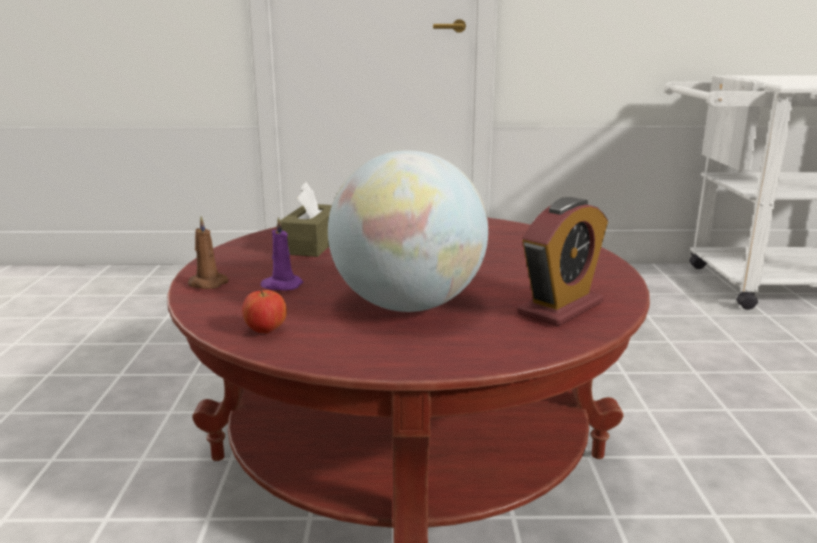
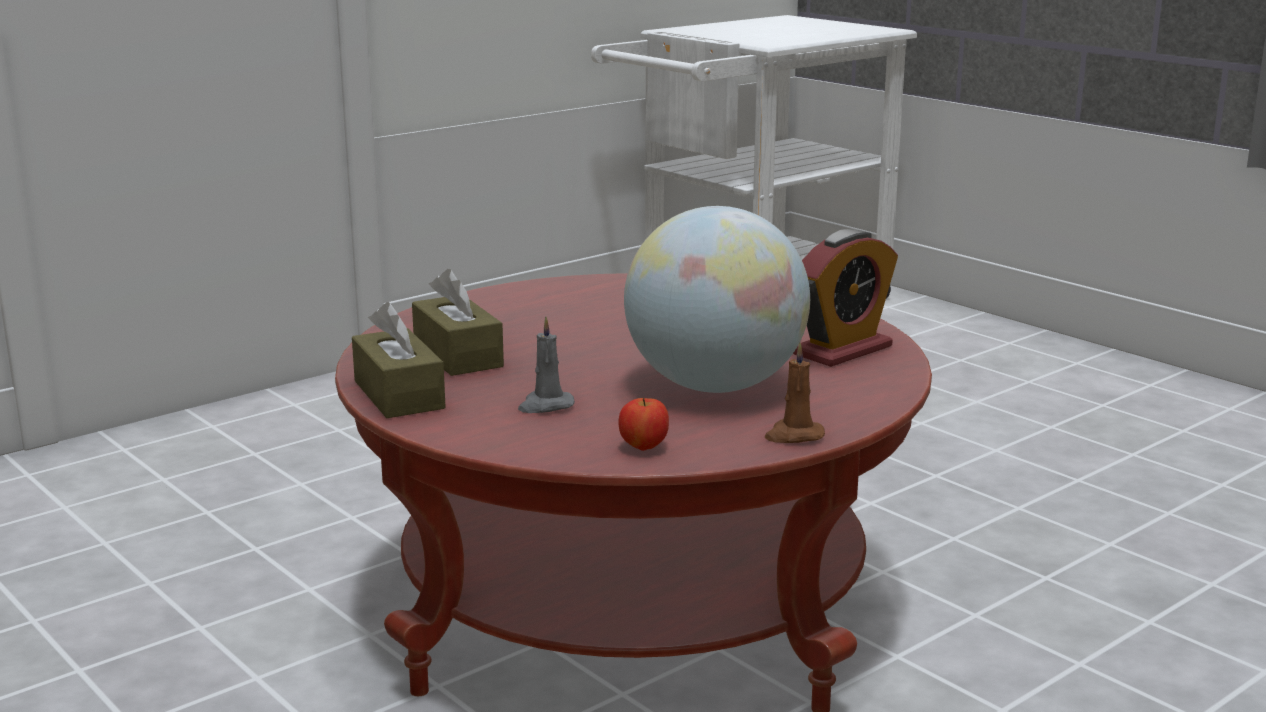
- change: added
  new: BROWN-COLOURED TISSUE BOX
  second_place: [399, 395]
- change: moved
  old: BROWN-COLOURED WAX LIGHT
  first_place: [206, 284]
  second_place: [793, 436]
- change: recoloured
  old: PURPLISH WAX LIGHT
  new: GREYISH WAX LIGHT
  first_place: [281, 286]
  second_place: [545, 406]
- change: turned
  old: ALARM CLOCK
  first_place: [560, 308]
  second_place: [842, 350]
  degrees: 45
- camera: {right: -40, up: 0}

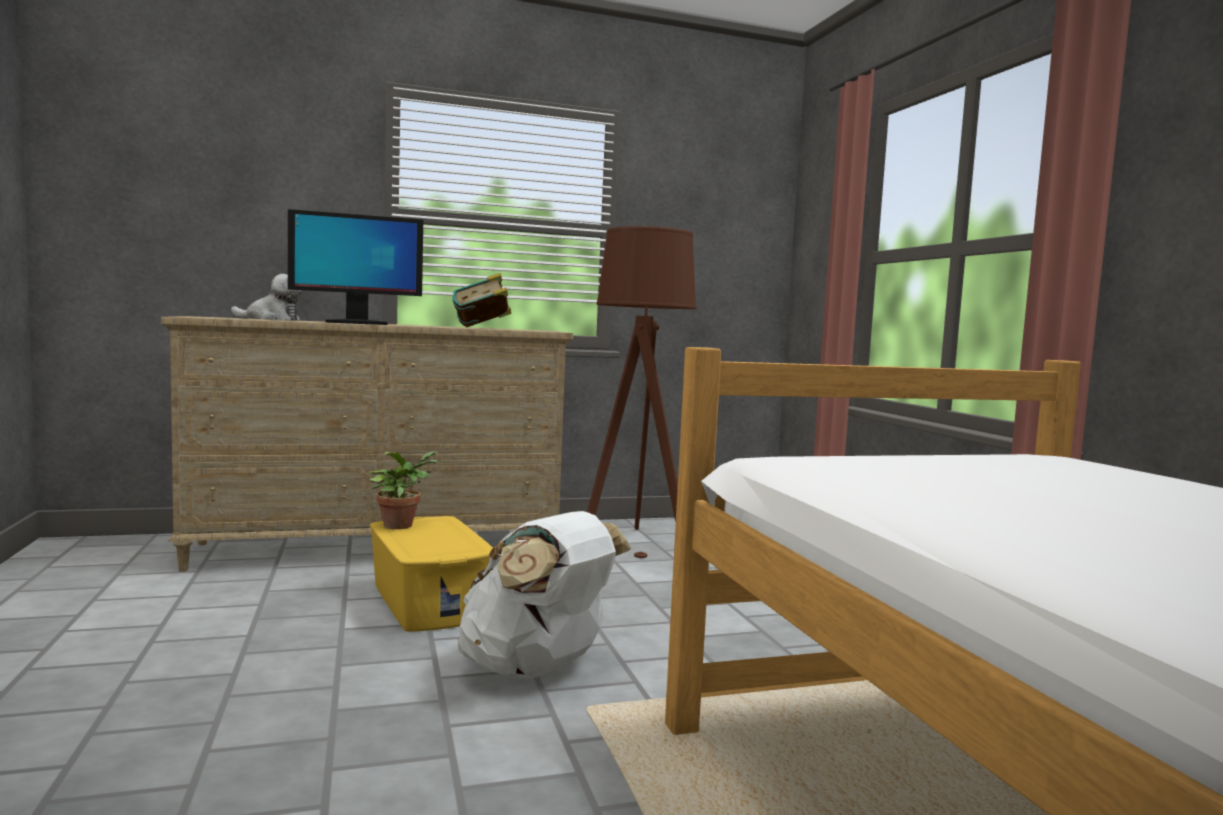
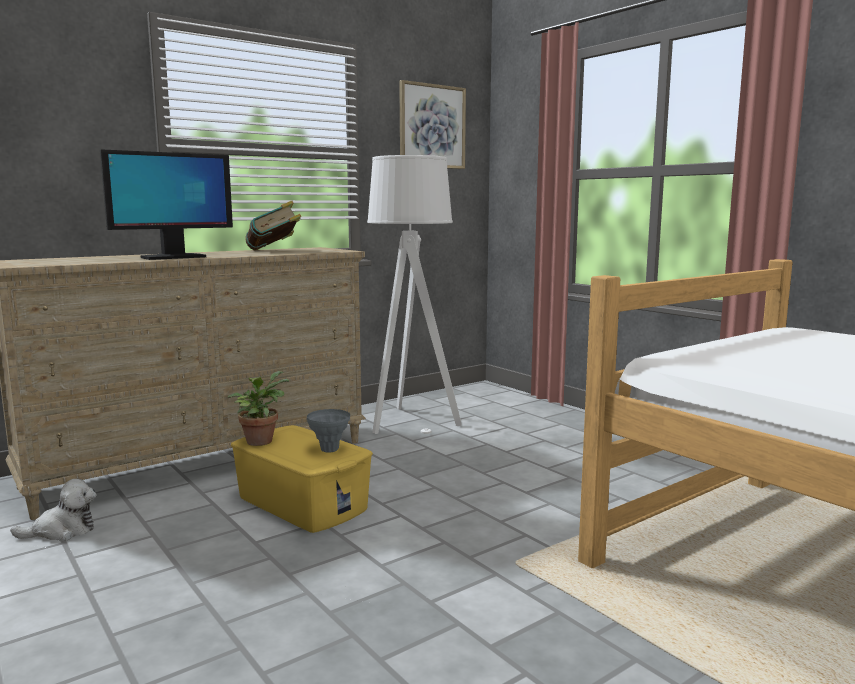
- change: removed
  old: WHITE-COLOURED RUCKSACK
  first_place: [536, 669]
- change: added
  new: GREYISH FLOWER VASE
  second_place: [329, 450]
- change: added
  new: PICTURE
  second_place: [432, 126]
- change: moved
  old: SOFT TOY
  first_place: [271, 319]
  second_place: [62, 531]
- change: recoloured
  old: BROWN-COLOURED STANDARD LAMP
  new: WHITE-COLOURED STANDARD LAMP
  first_place: [634, 544]
  second_place: [410, 422]
- camera: {right: -20, up: 5}

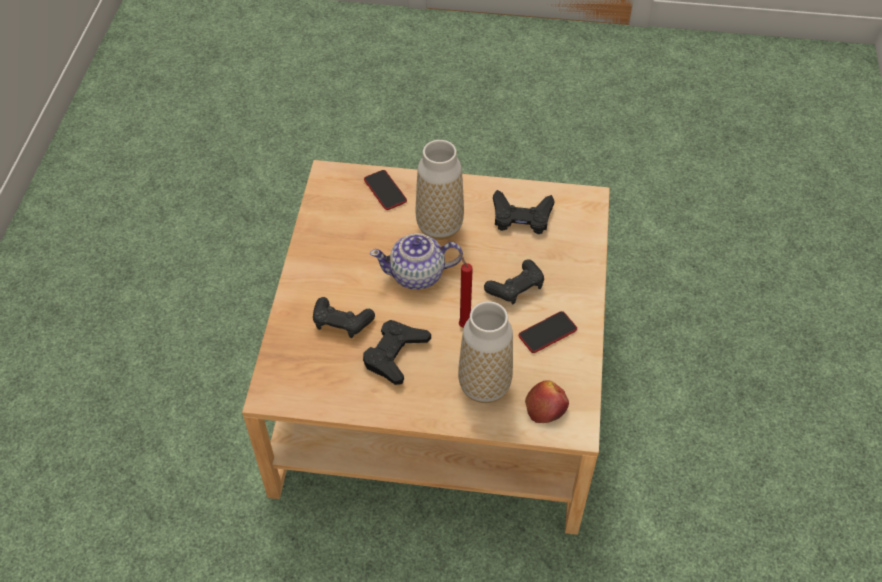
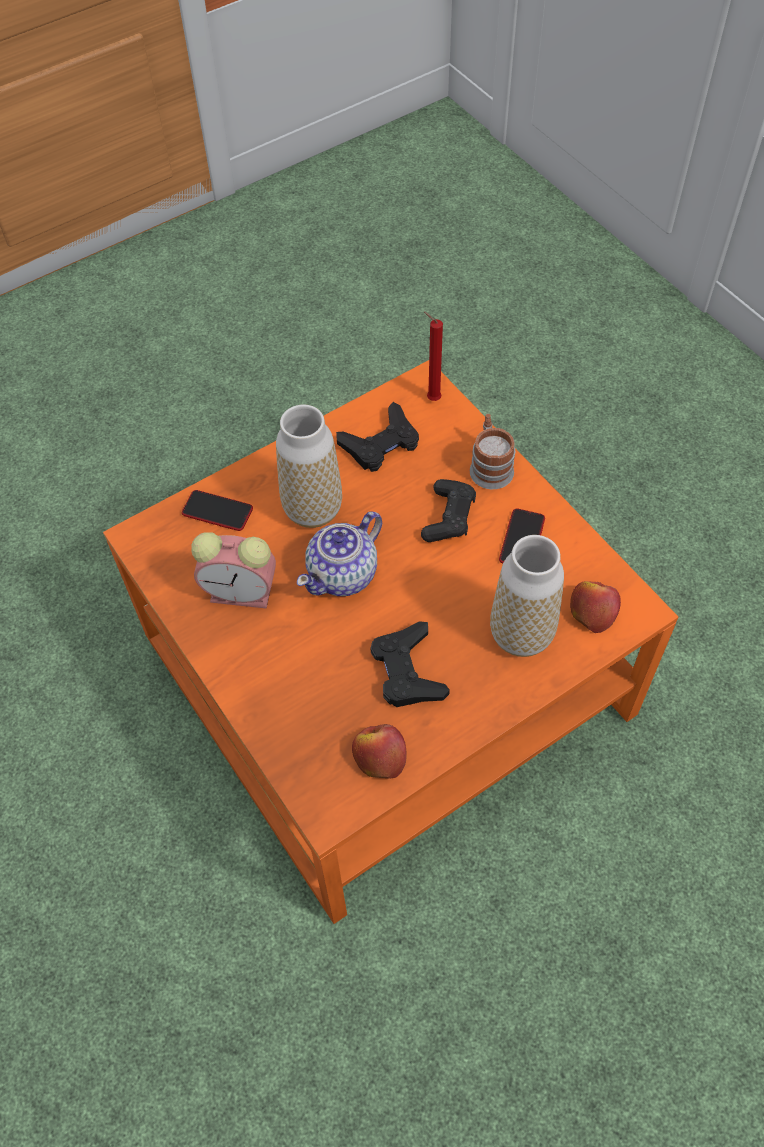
- change: removed
  old: BLACK JOYPAD
  first_place: [341, 322]
- change: added
  new: ALARM CLOCK
  second_place: [244, 592]
- change: added
  new: APPLE FRUIT
  second_place: [379, 755]
- change: added
  new: MUG
  second_place: [490, 466]
- change: moved
  old: REDDISH WAX LIGHT
  first_place: [463, 324]
  second_place: [431, 399]
- change: recoloured
  old: BEIGE COFFEE TABLE
  new: ORANGE-COLOURED COFFEE TABLE
  first_place: [441, 384]
  second_place: [385, 674]
- camera: {right: -40, up: 5}

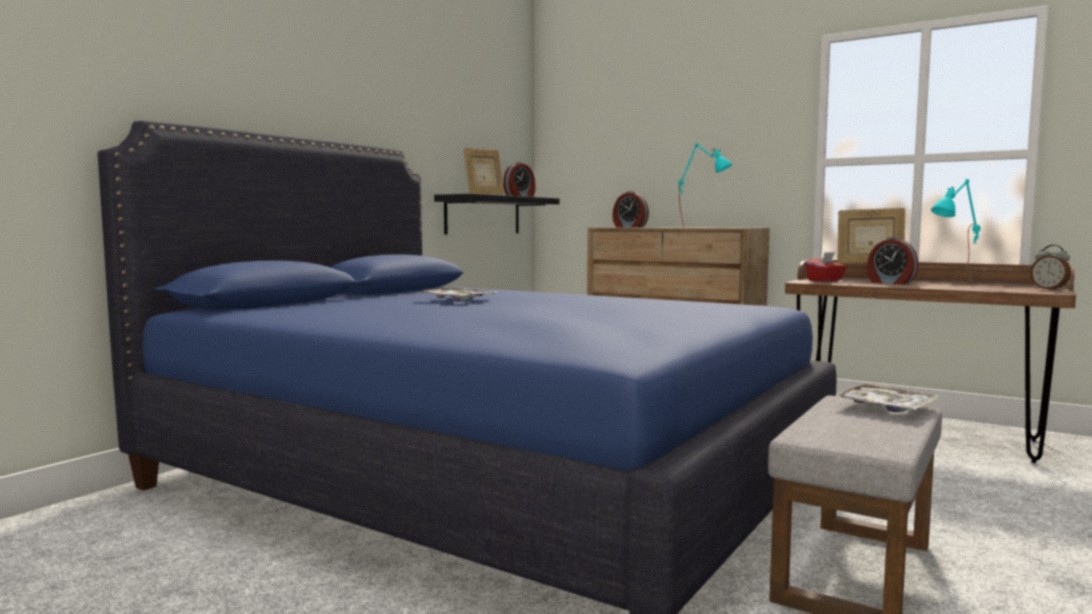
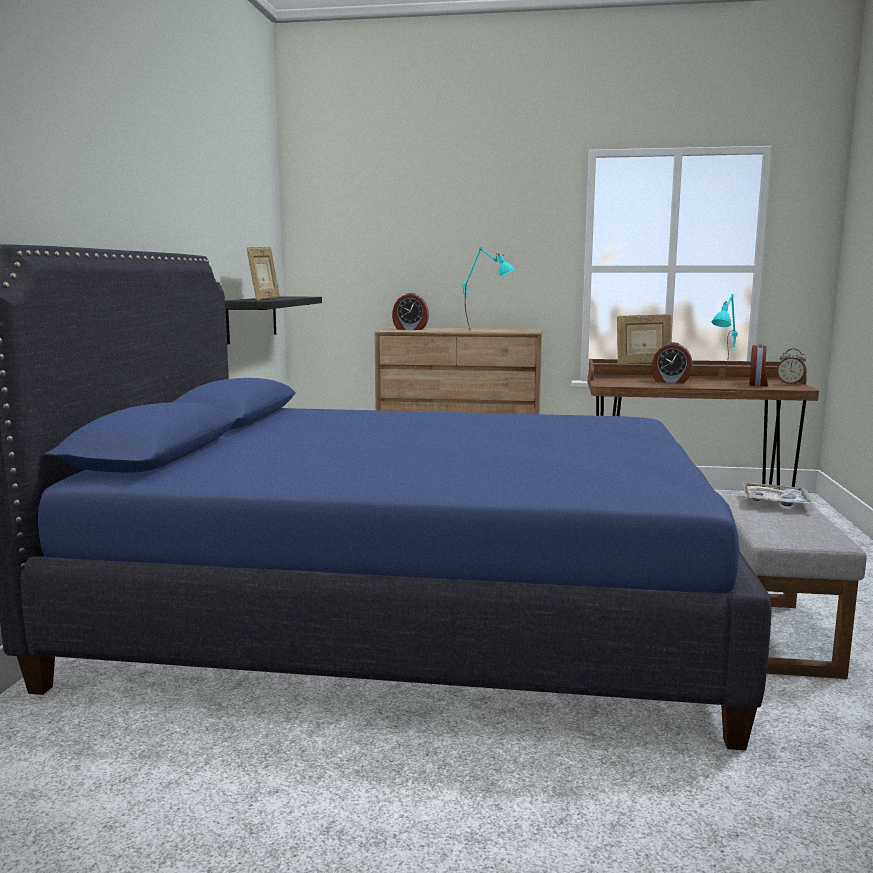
- change: removed
  old: CARRYING TRAY
  first_place: [458, 300]
- change: removed
  old: REDDISH TISSUE BOX
  first_place: [825, 281]
- change: moved
  old: ALARM CLOCK
  first_place: [520, 196]
  second_place: [758, 384]
- camera: {right: -25, up: 5}

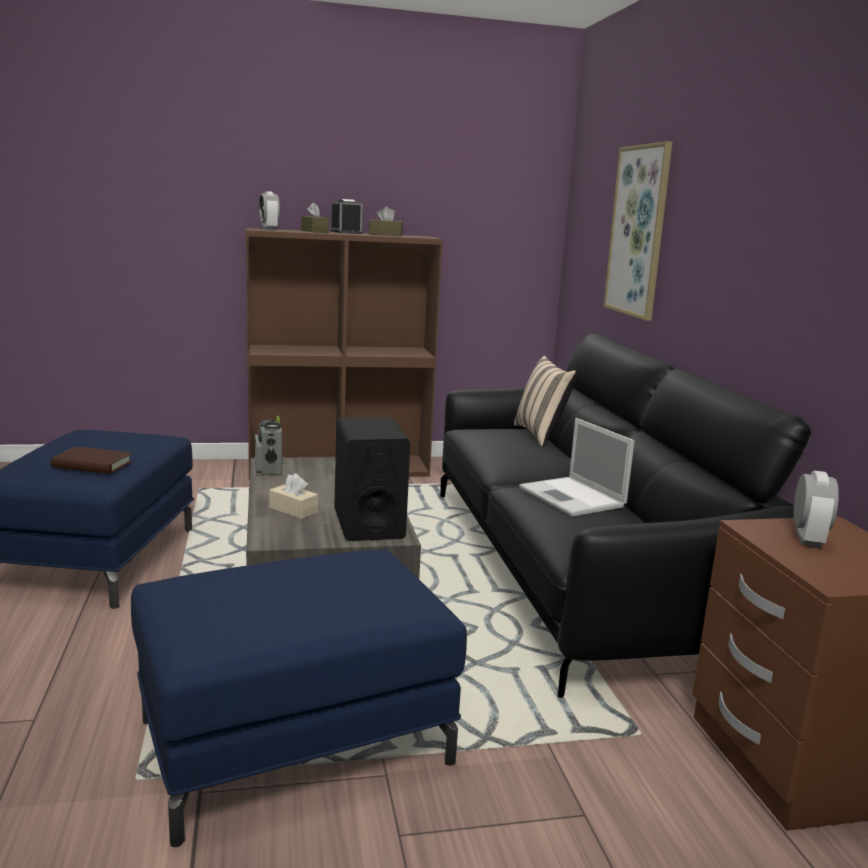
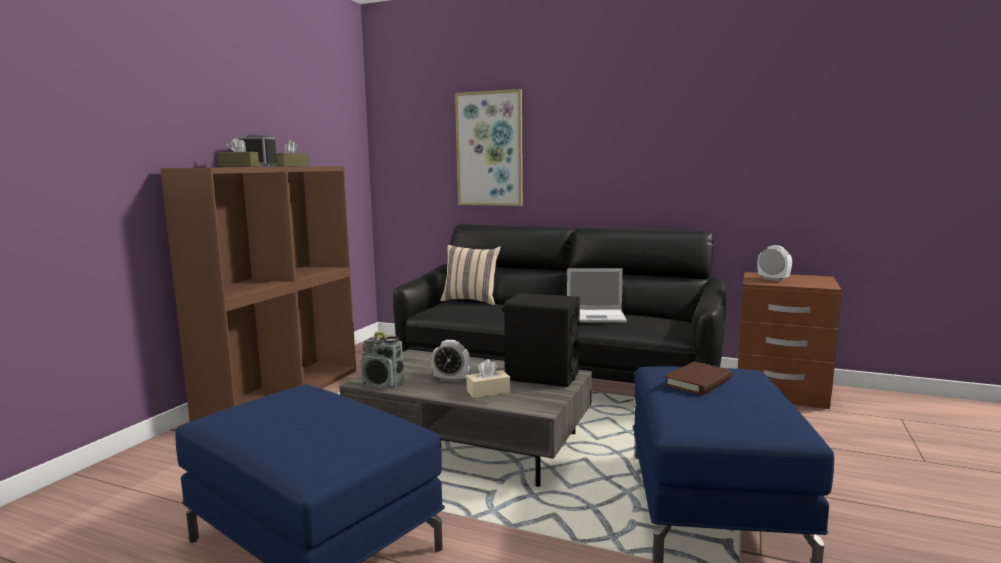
- change: moved
  old: BROWN-COLOURED BOOK
  first_place: [92, 465]
  second_place: [698, 382]
- change: moved
  old: ALARM CLOCK
  first_place: [269, 229]
  second_place: [451, 379]
- camera: {right: -55, up: -5}

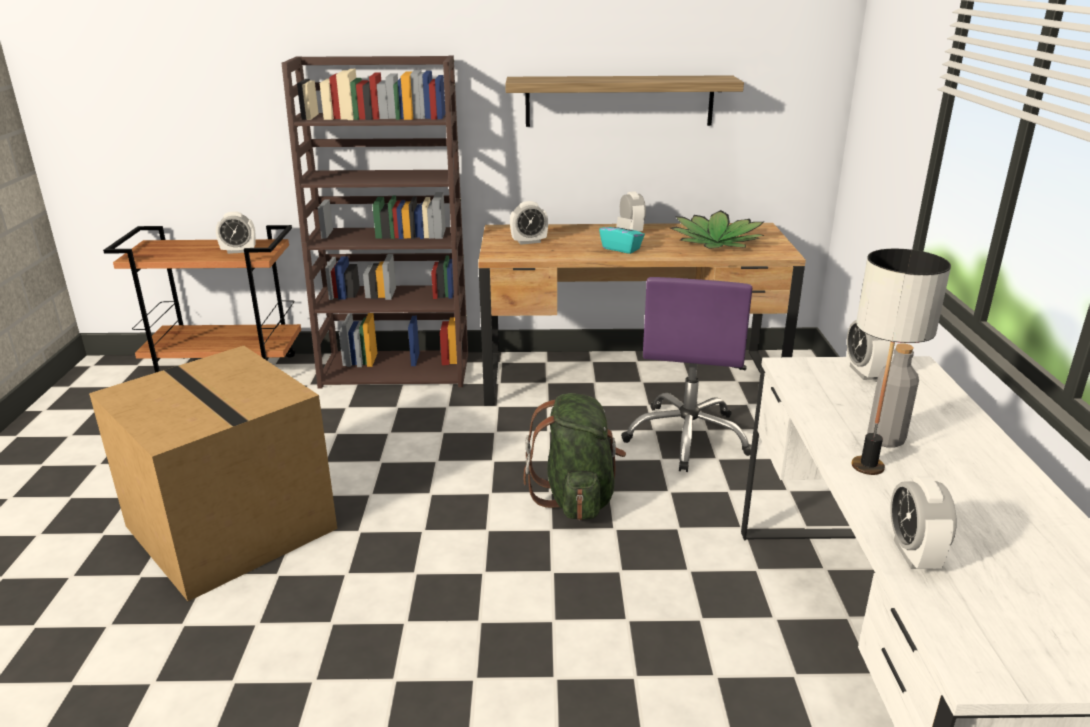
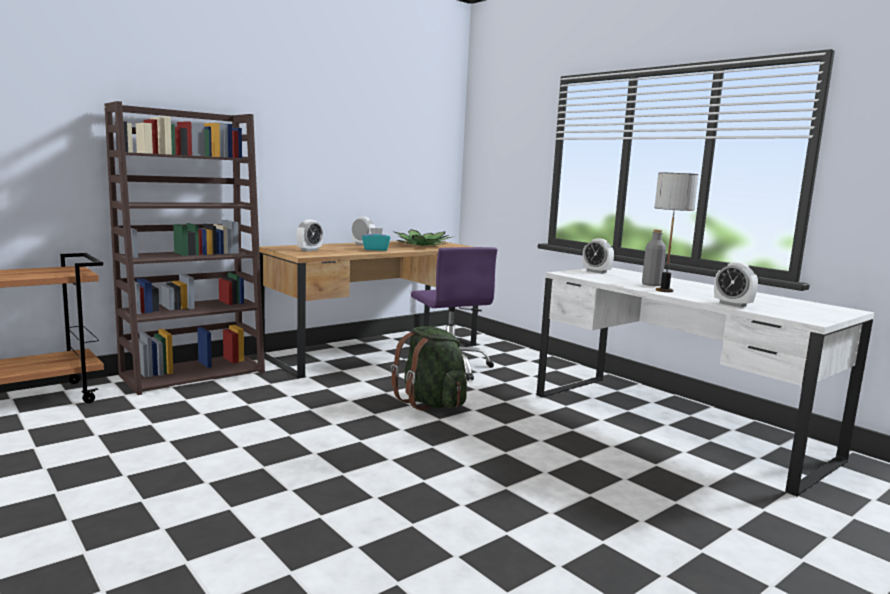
- change: removed
  old: CARTON
  first_place: [234, 527]
- change: removed
  old: ALARM CLOCK
  first_place: [239, 251]
- change: removed
  old: SHELF
  first_place: [619, 101]
- camera: {right: -40, up: -15}

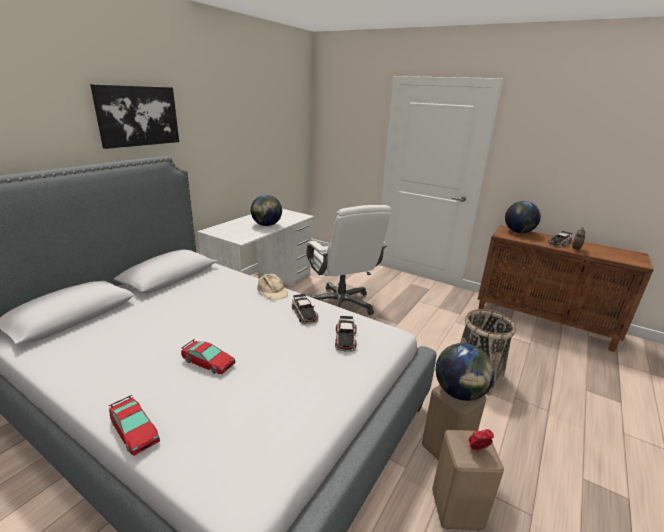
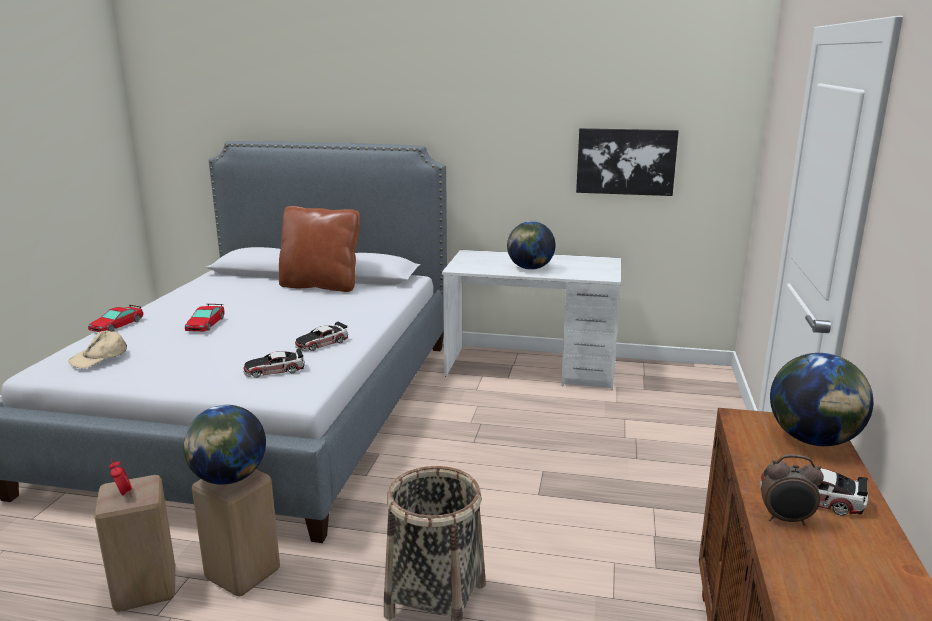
- change: removed
  old: WHITE-COLOURED OFFICE CHAIR
  first_place: [341, 304]
- change: added
  new: BROWN-COLOURED THROW PILLOW
  second_place: [321, 286]
- change: moved
  old: PICTURE
  first_place: [138, 116]
  second_place: [626, 161]
- change: moved
  old: BEIGE CAP
  first_place: [272, 291]
  second_place: [99, 357]
- camera: {right: 70, up: -5}

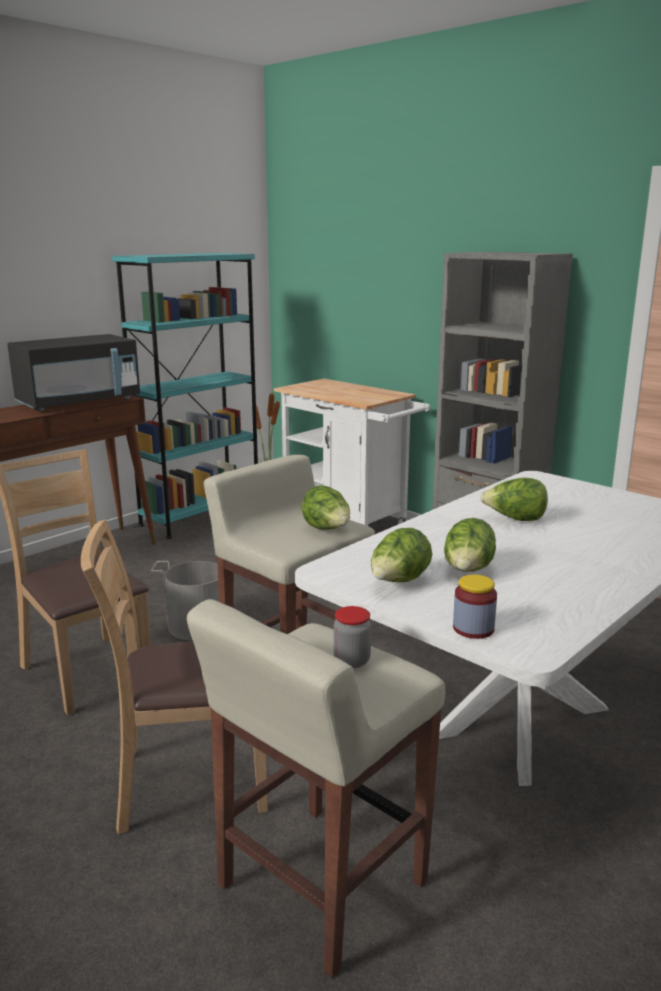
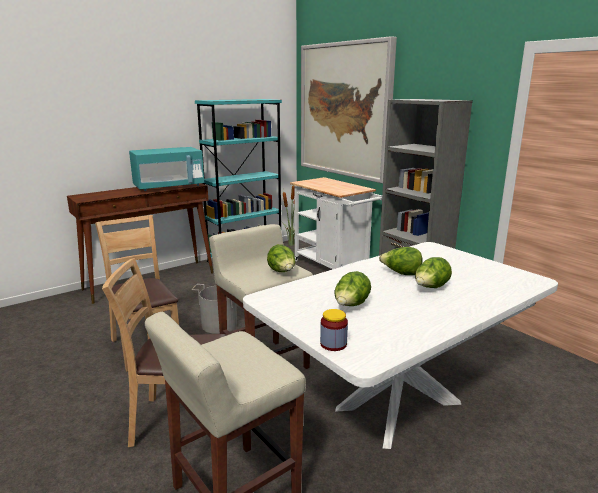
- change: removed
  old: PRESERVE JAR
  first_place: [352, 661]
- change: added
  new: PICTURE
  second_place: [344, 110]
- change: moved
  old: HEAD OF LETTUCE
  first_place: [399, 582]
  second_place: [430, 288]
- change: recoloured
  old: BLACK MICROWAVE
  new: TURQUOISE-COLOURED MICROWAVE
  first_place: [79, 402]
  second_place: [169, 187]
- camera: {right: 10, up: 0}

